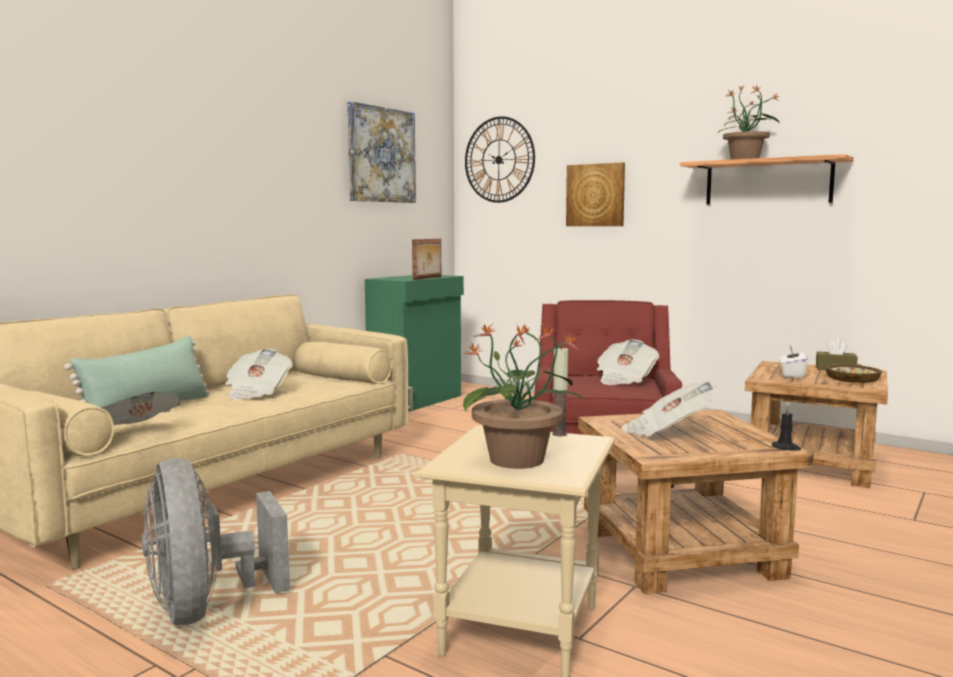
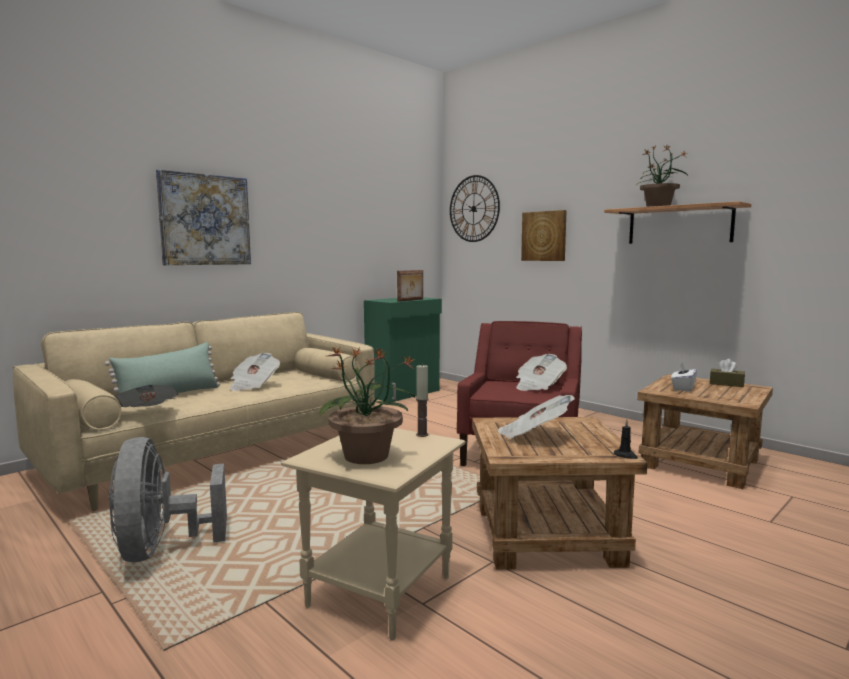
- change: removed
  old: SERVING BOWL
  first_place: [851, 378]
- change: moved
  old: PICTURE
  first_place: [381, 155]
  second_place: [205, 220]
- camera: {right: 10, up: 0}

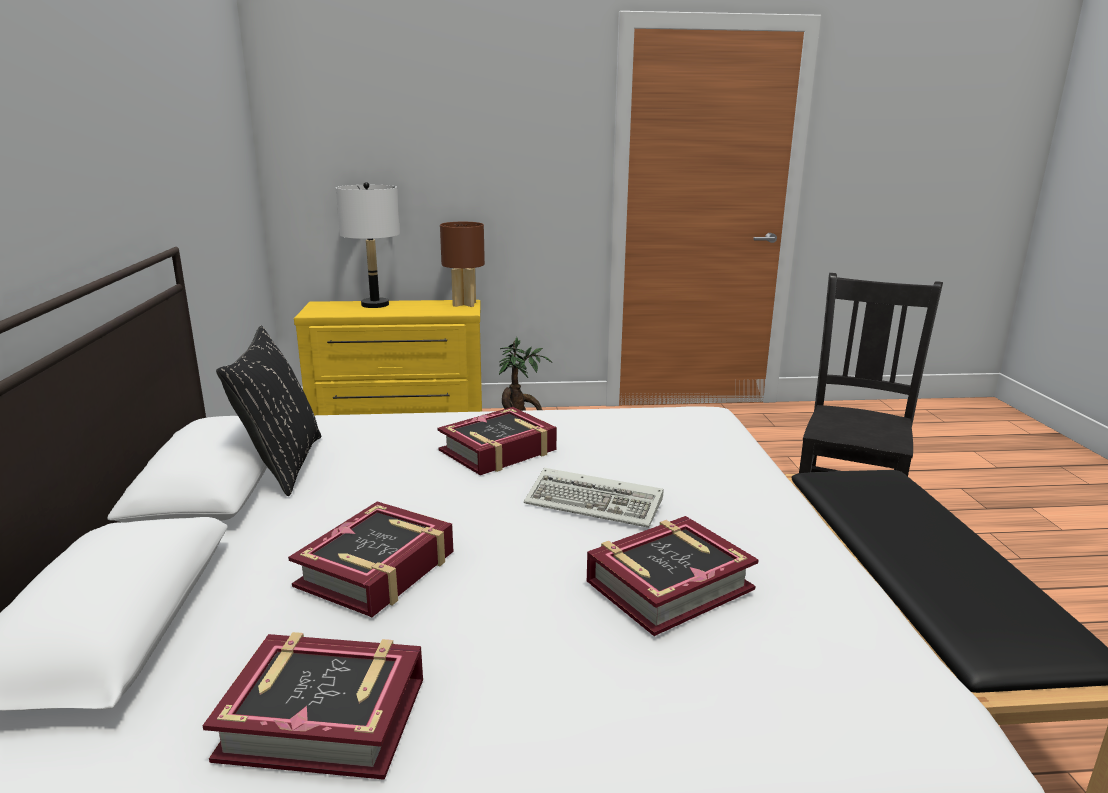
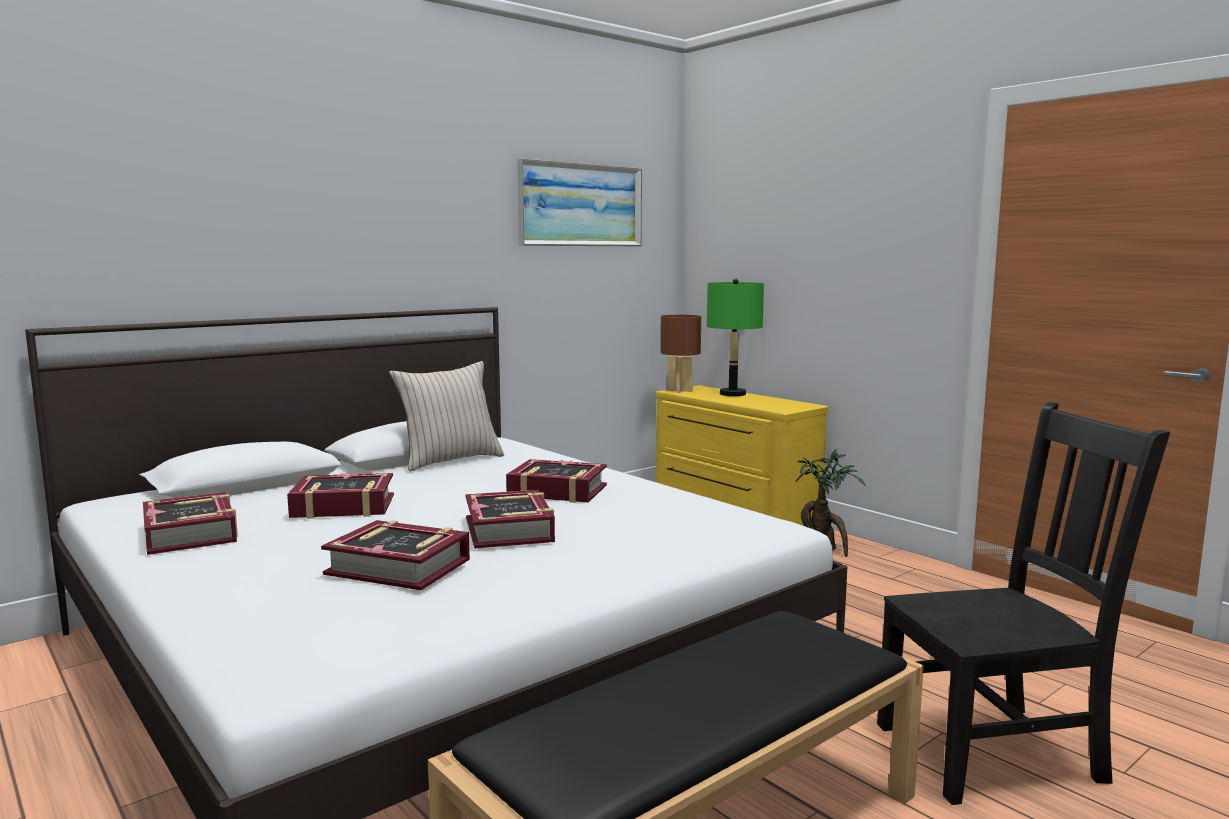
- change: added
  new: PICTURE
  second_place: [581, 205]
- change: moved
  old: BROWN-COLOURED TABLETOP LAMP
  first_place: [464, 304]
  second_place: [680, 391]
- change: replaced
  old: KEYBOARD
  new: BOOK
  first_place: [597, 503]
  second_place: [510, 530]
- change: recoloured
  old: BLACK THROW PILLOW
  new: BEIGE THROW PILLOW
  first_place: [282, 465]
  second_place: [449, 460]
- change: recoloured
  old: WHITE-COLOURED TABLETOP LAMP
  new: GREEN-COLOURED TABLETOP LAMP
  first_place: [374, 305]
  second_place: [732, 394]
- camera: {right: 55, up: -10}

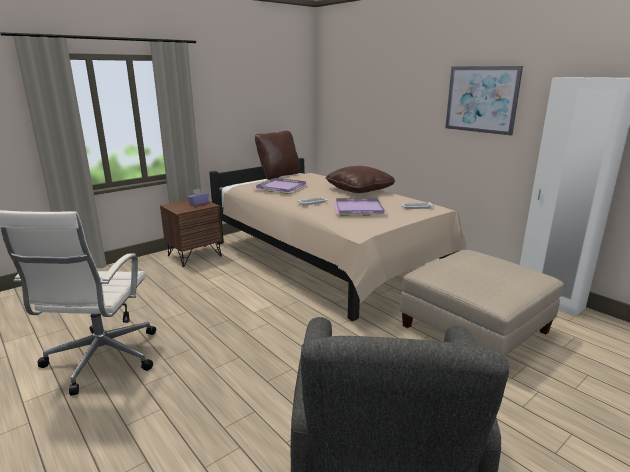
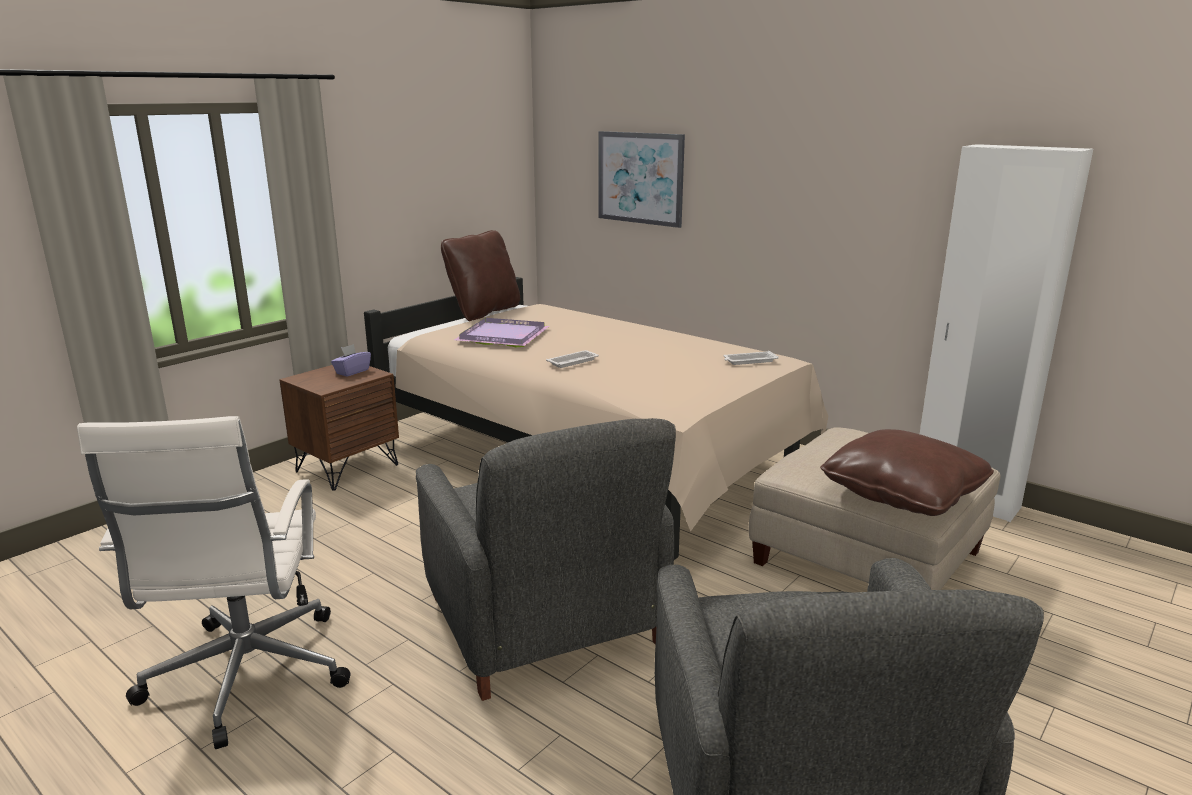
- change: removed
  old: PURPLISH CARRYING TRAY
  first_place: [358, 209]
- change: added
  new: GREYISH LOUNGE CHAIR
  second_place: [544, 622]
- change: moved
  old: BROWN-COLOURED THROW PILLOW
  first_place: [359, 190]
  second_place: [902, 494]
- change: moved
  old: PICTURE
  first_place: [481, 99]
  second_place: [640, 178]
- camera: {right: -10, up: 0}

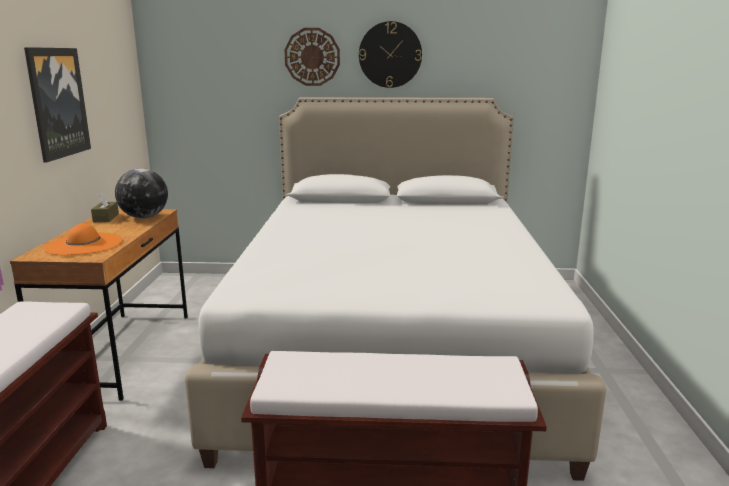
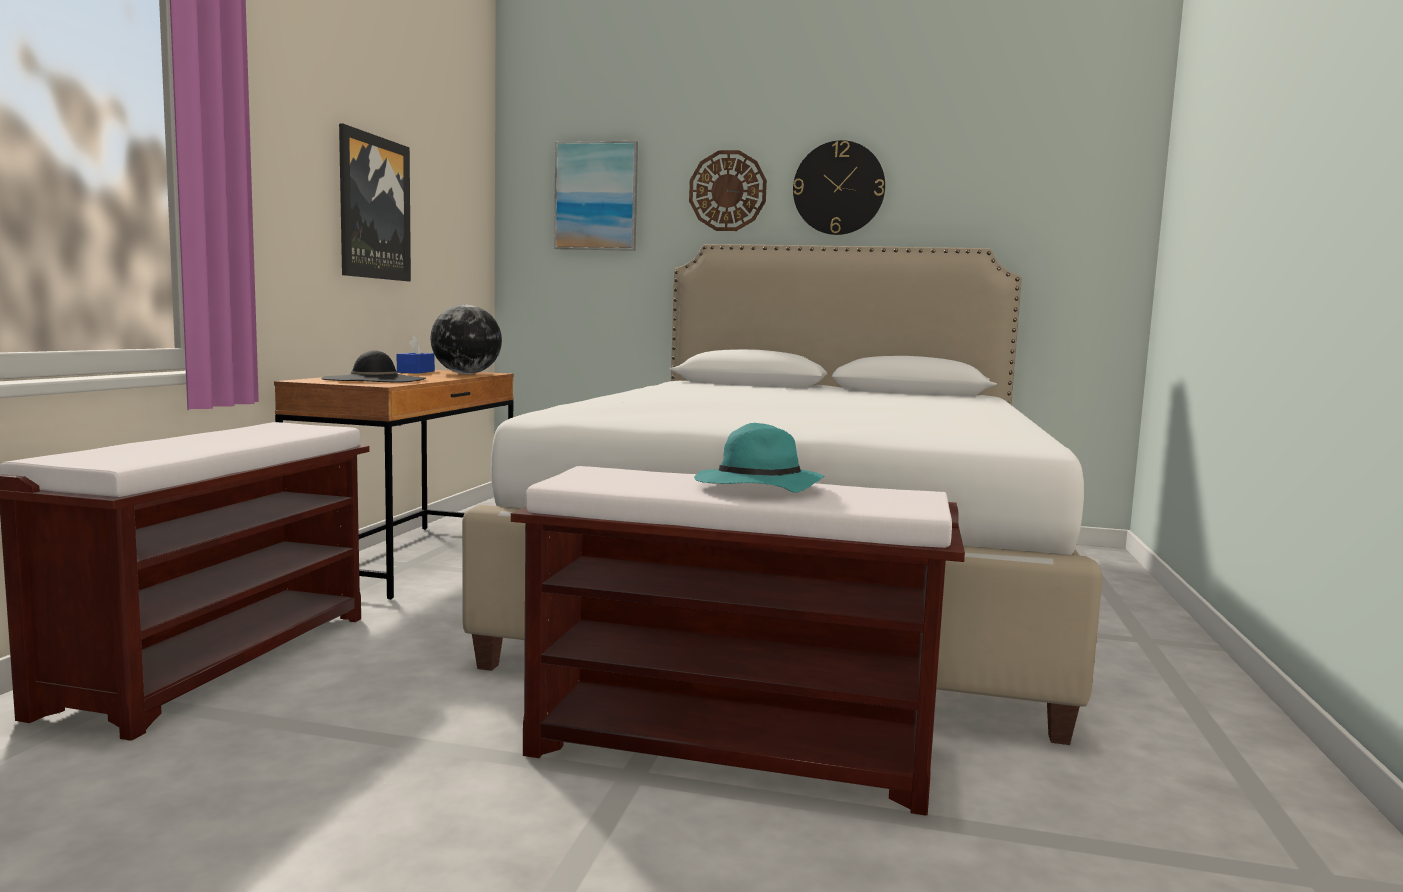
- change: added
  new: PICTURE
  second_place: [596, 196]
- change: added
  new: TURQUOISE-COLOURED HAT
  second_place: [756, 488]
- change: recoloured
  old: ORANGE-COLOURED HAT
  new: BLACK HAT
  first_place: [84, 244]
  second_place: [374, 379]
- change: recoloured
  old: BROWN-COLOURED TISSUE BOX
  new: BLUE TISSUE BOX
  first_place: [106, 218]
  second_place: [416, 372]
- camera: {right: 10, up: -10}

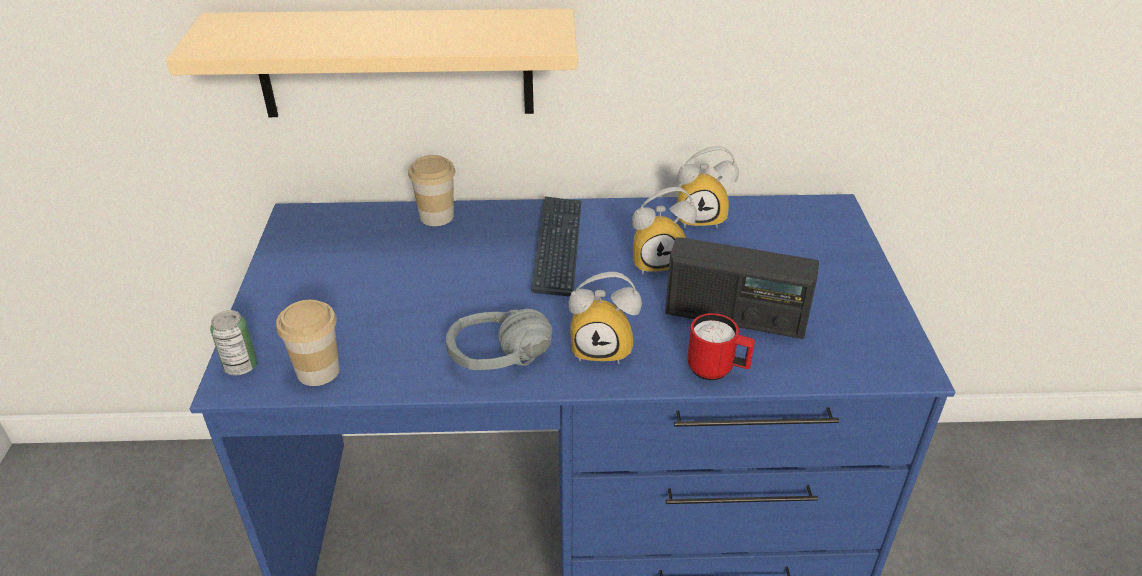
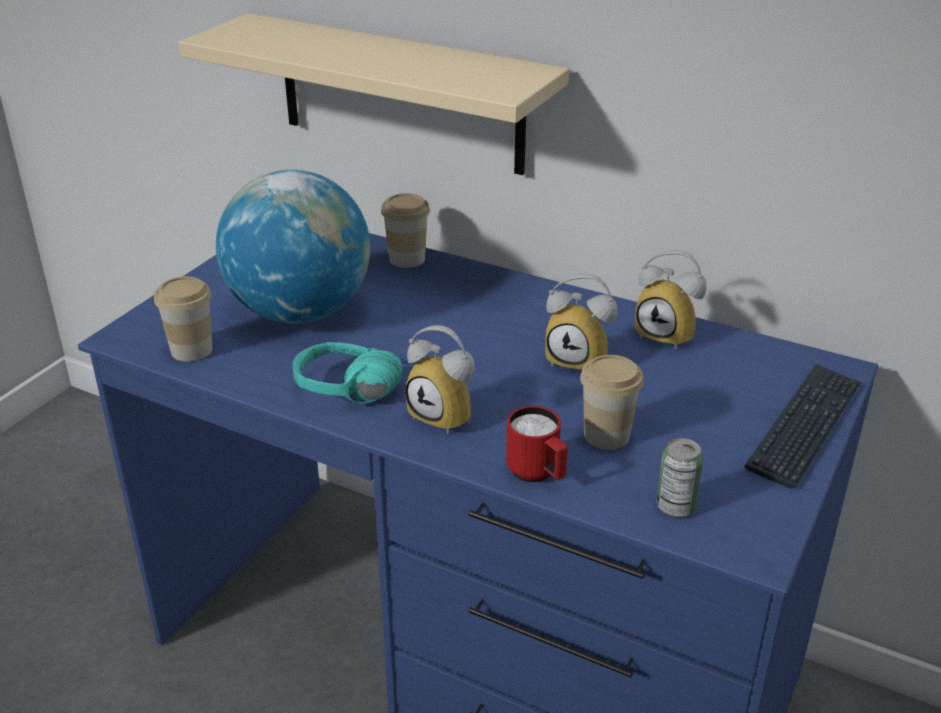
- change: added
  new: DESK GLOBE
  second_place: [300, 312]
- change: moved
  old: METAL CAN
  first_place: [241, 366]
  second_place: [675, 507]
- change: moved
  old: KEYBOARD
  first_place: [558, 246]
  second_place: [805, 426]
- change: replaced
  old: RADIO
  new: CUP
  first_place: [735, 317]
  second_place: [606, 435]
- change: recoloured
  old: GREYISH HEADPHONES
  new: TURQUOISE-COLOURED HEADPHONES
  first_place: [503, 365]
  second_place: [343, 399]
- camera: {right: 30, up: -5}

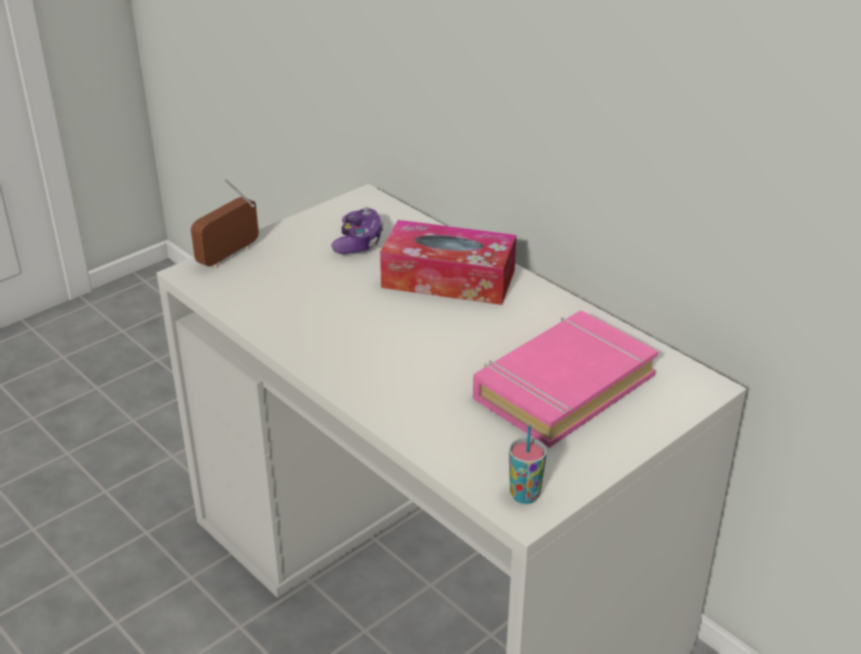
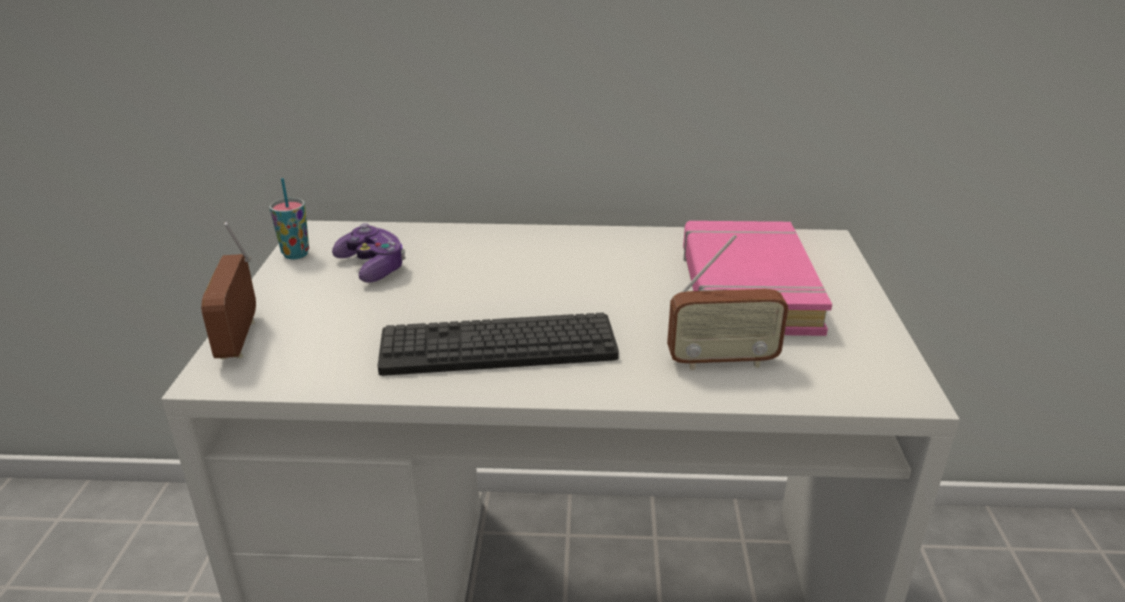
- change: removed
  old: TISSUE BOX
  first_place: [448, 279]
- change: added
  new: KEYBOARD
  second_place: [498, 346]
- change: added
  new: RADIO
  second_place: [722, 361]
- change: moved
  old: CUP
  first_place: [524, 495]
  second_place: [296, 254]
- camera: {right: -45, up: -5}

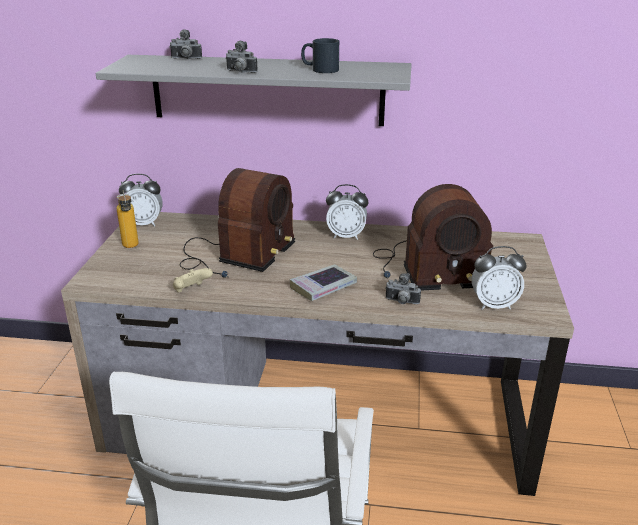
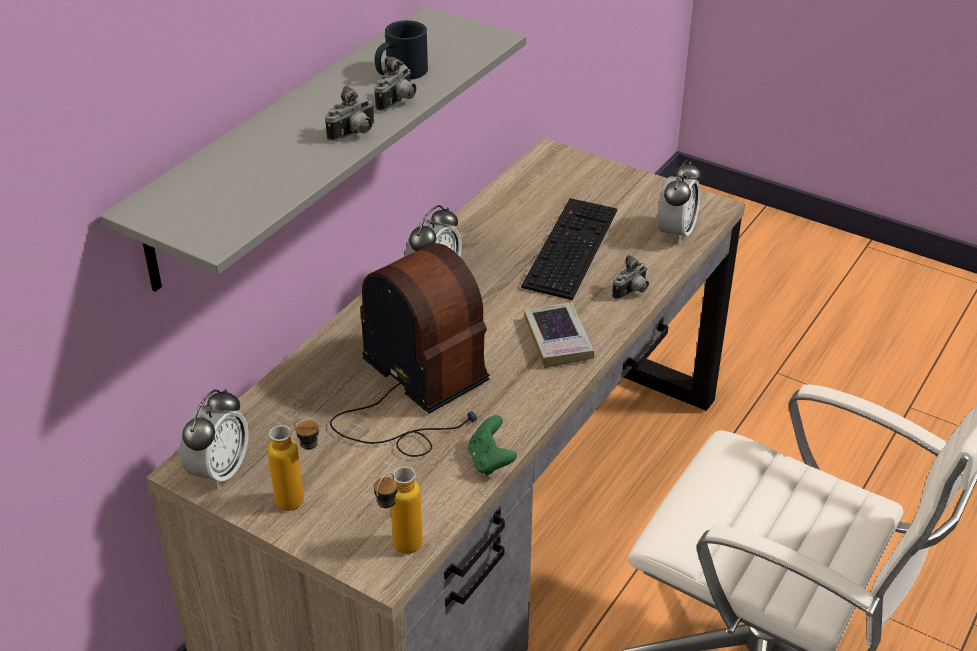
- change: added
  new: BEVERAGE BOTTLE
  second_place: [400, 551]
- change: moved
  old: STILL CAMERA
  first_place: [185, 59]
  second_place: [398, 102]
- change: replaced
  old: RADIO
  new: KEYBOARD
  first_place: [427, 269]
  second_place: [569, 247]
- change: recoloured
  old: BEIGE JOYPAD
  new: GREEN-COLOURED JOYPAD
  first_place: [191, 291]
  second_place: [490, 461]
- camera: {right: -65, up: 10}

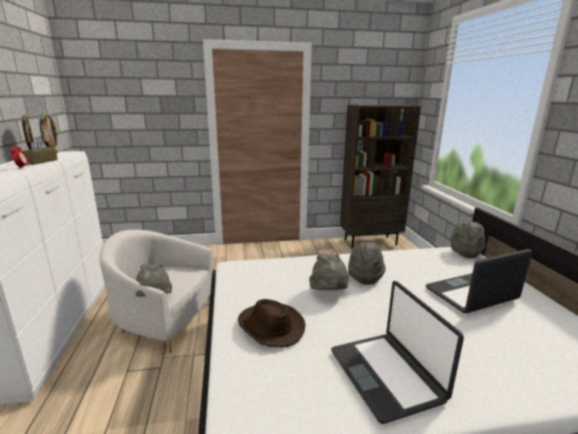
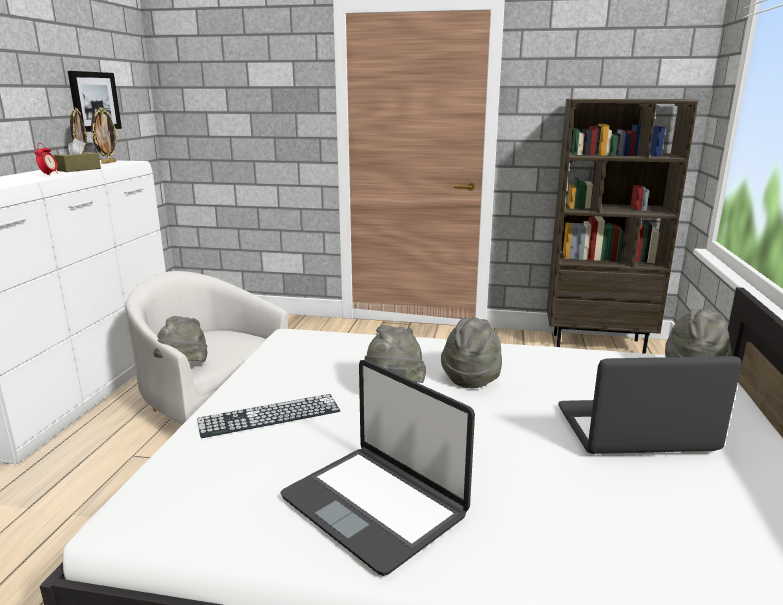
- change: added
  new: PICTURE
  second_place: [94, 101]
- change: replaced
  old: BROWN-COLOURED HAT
  new: KEYBOARD
  first_place: [270, 327]
  second_place: [269, 415]
- change: turned
  old: LAPTOP
  first_place: [386, 374]
  second_place: [375, 505]
  degrees: -45
- camera: {right: 20, up: 0}

